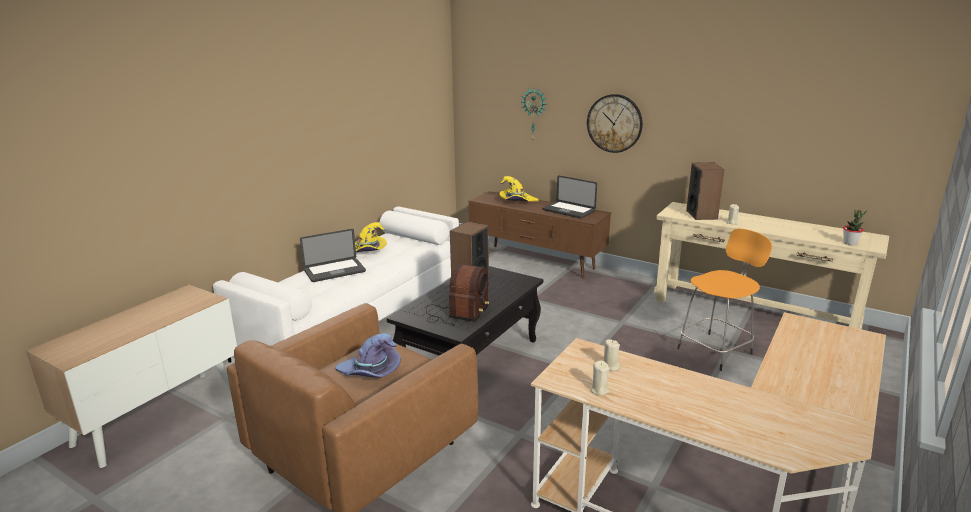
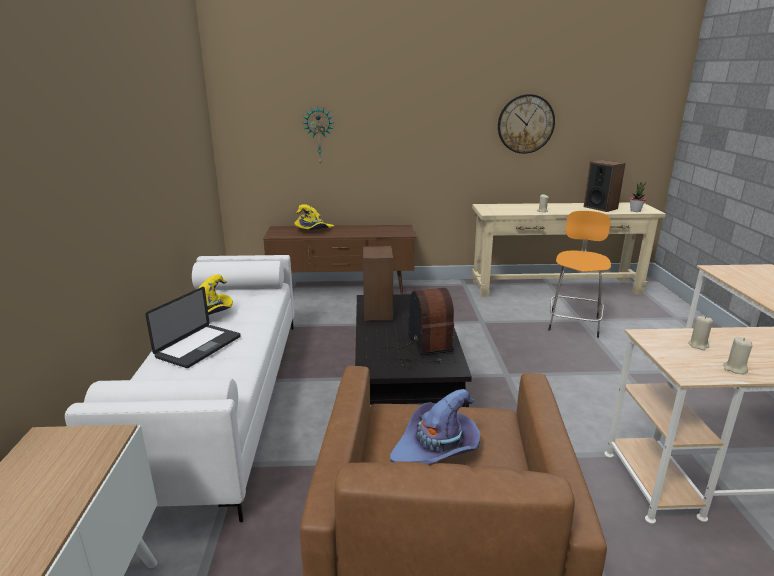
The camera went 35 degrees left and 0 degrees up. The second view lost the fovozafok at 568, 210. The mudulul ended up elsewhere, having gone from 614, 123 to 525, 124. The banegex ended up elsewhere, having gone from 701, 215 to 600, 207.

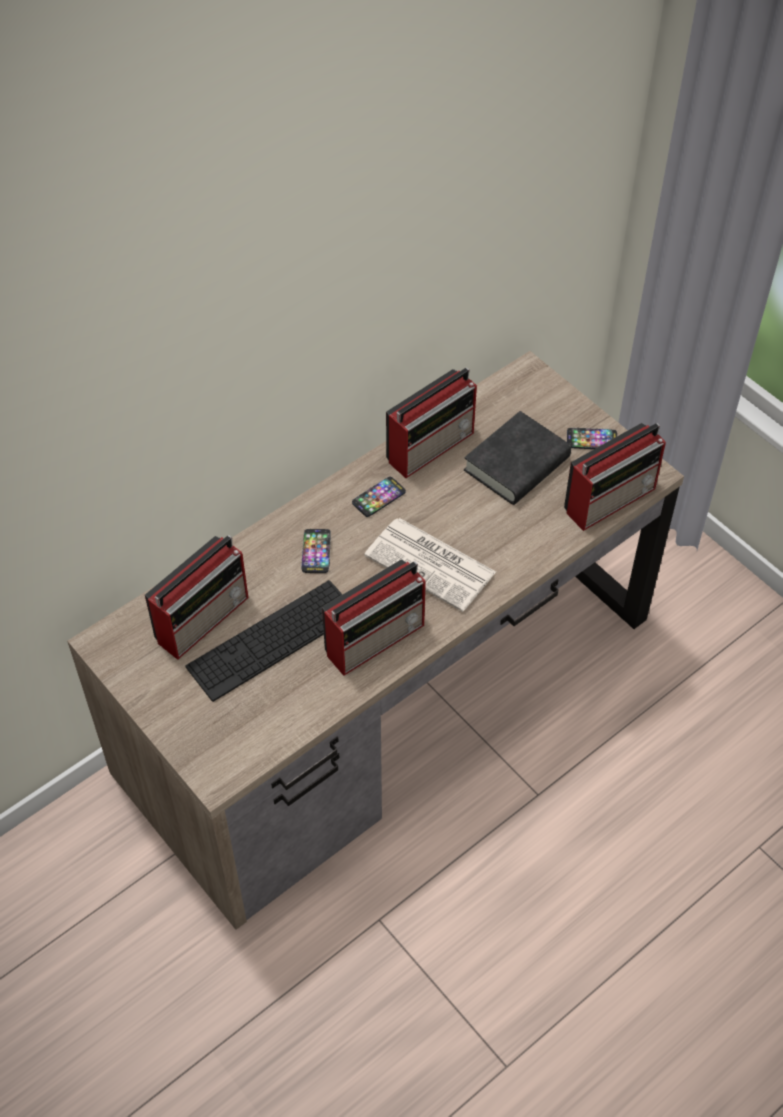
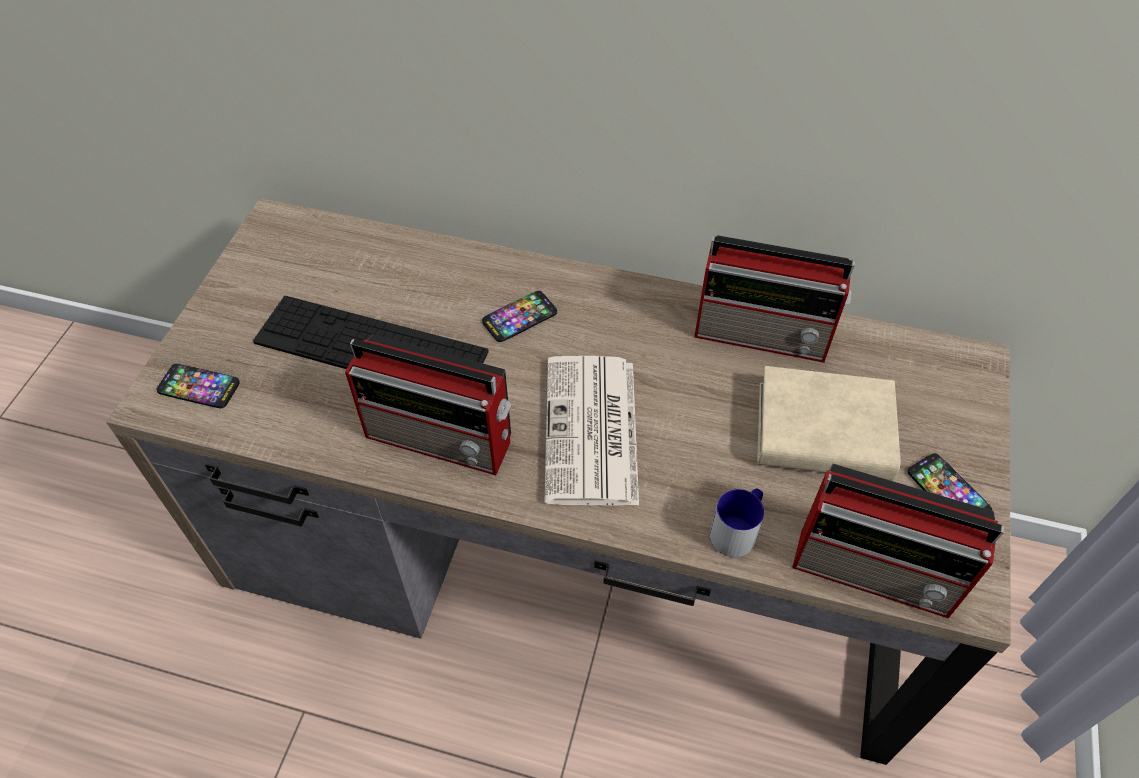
The camera went 55 degrees right and 0 degrees up. The second view lost the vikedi at 204, 617. The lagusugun ended up elsewhere, having gone from 378, 497 to 199, 387. What was the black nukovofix at 516, 464 turned into the beige nukovofix at 823, 432. The second view gained the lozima at 737, 530.

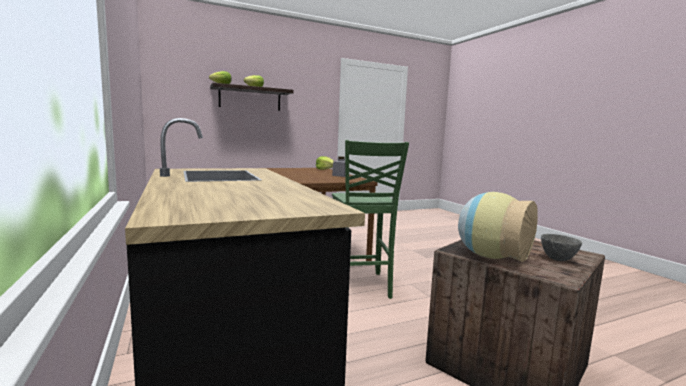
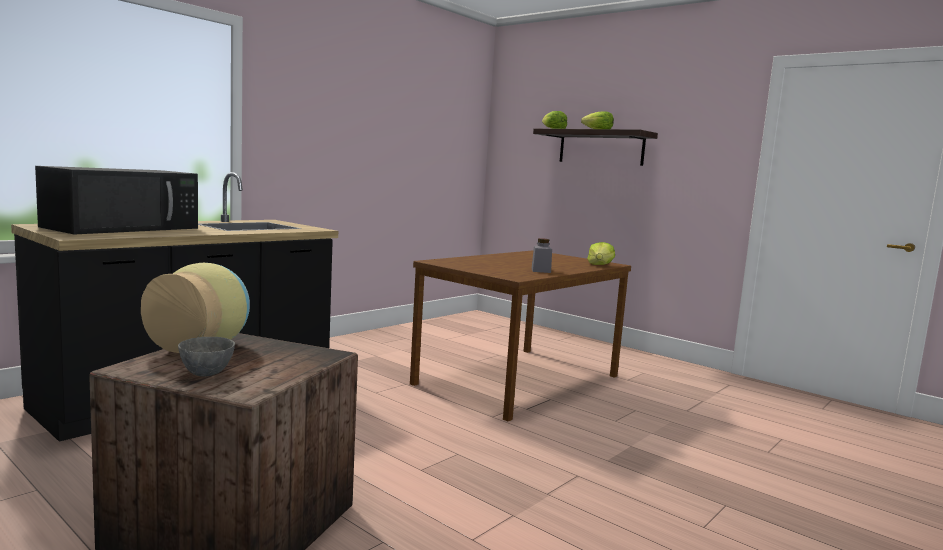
The camera went 65 degrees right and 0 degrees up. The second view lost the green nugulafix at 361, 286. The second view gained the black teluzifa at 124, 227.

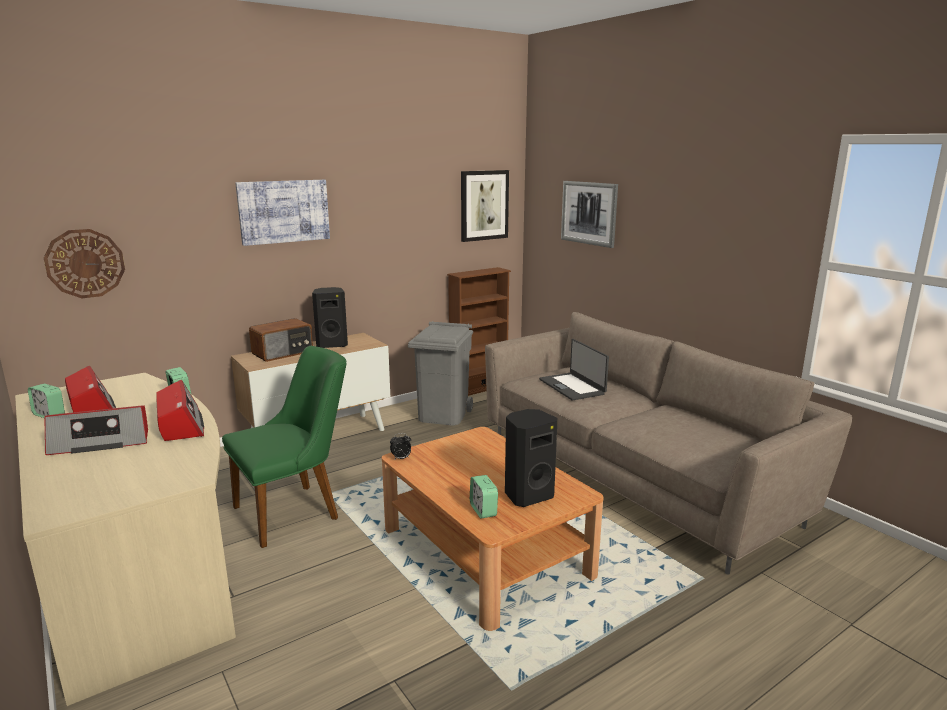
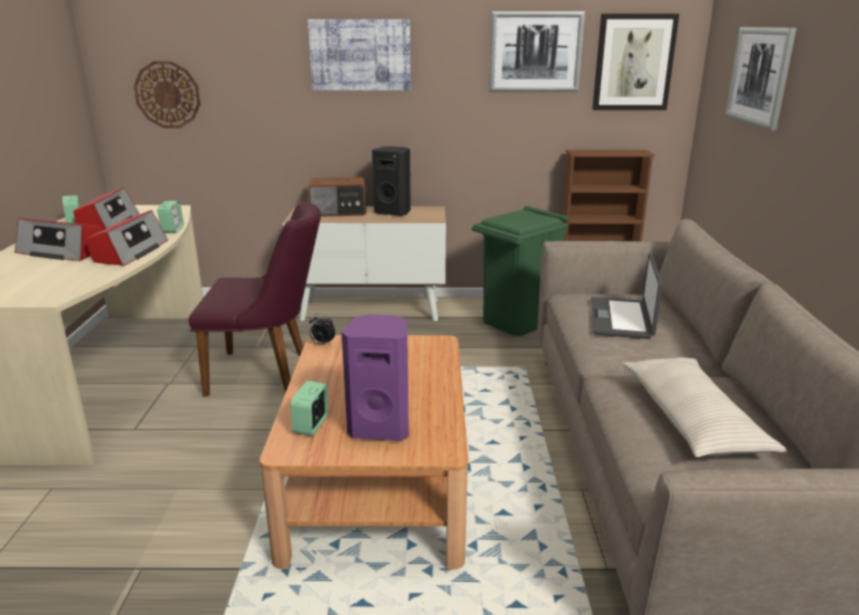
The camera went 35 degrees right and 5 degrees up. What was the green nugulafix at 296, 510 turned into the purple nugulafix at 268, 372. What was the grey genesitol at 443, 415 turned into the green genesitol at 516, 322. What was the black banegex at 527, 495 turned into the purple banegex at 381, 427. The second view gained the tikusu at 535, 52. The second view gained the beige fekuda at 691, 420.

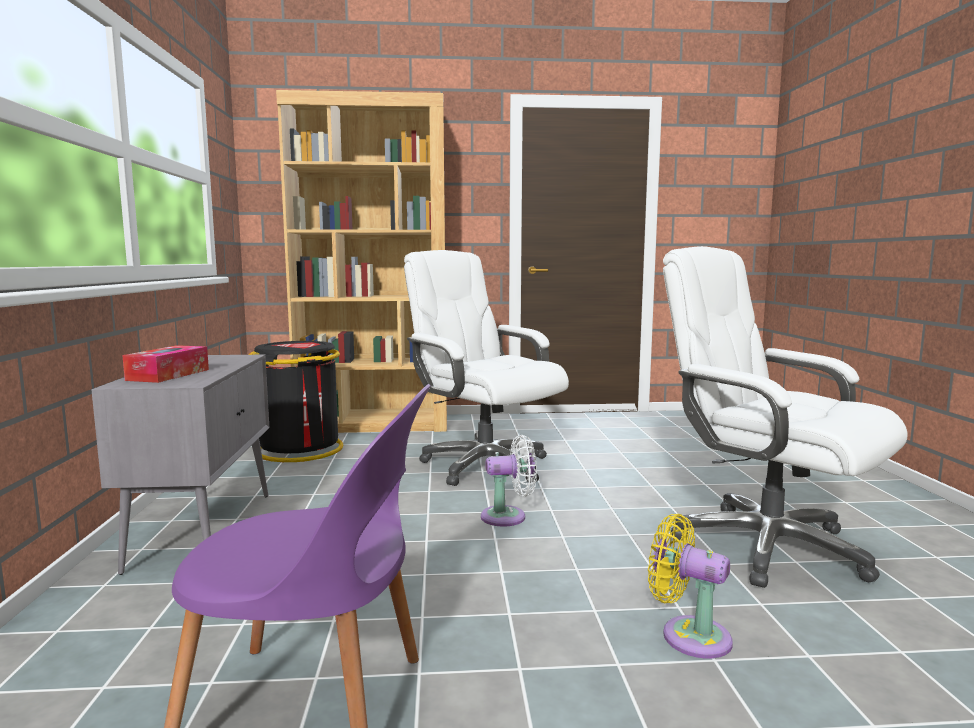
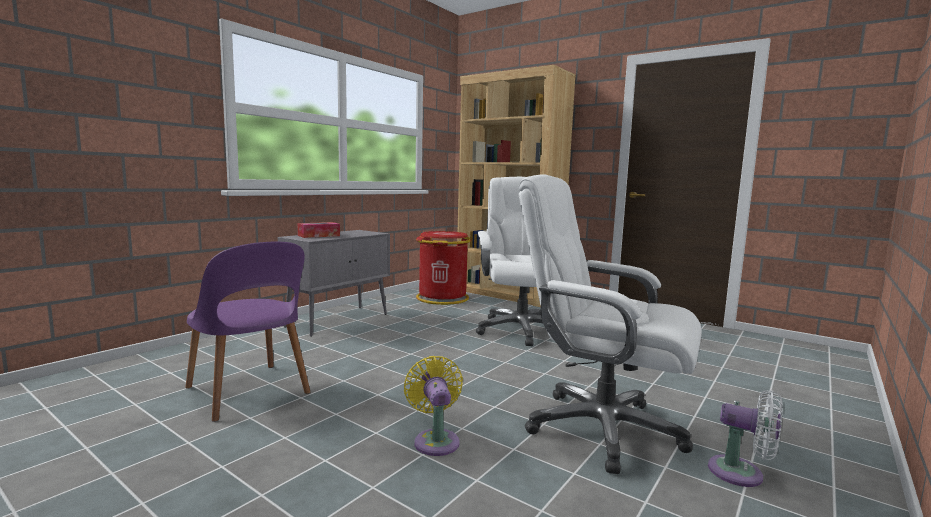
The camera went 40 degrees right and 0 degrees up. What was the black genesitol at 300, 449 turned into the red genesitol at 442, 298. The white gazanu ended up elsewhere, having gone from 508, 516 to 741, 473. The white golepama at 767, 546 ended up facing another way, 60 degrees counterclockwise from before.

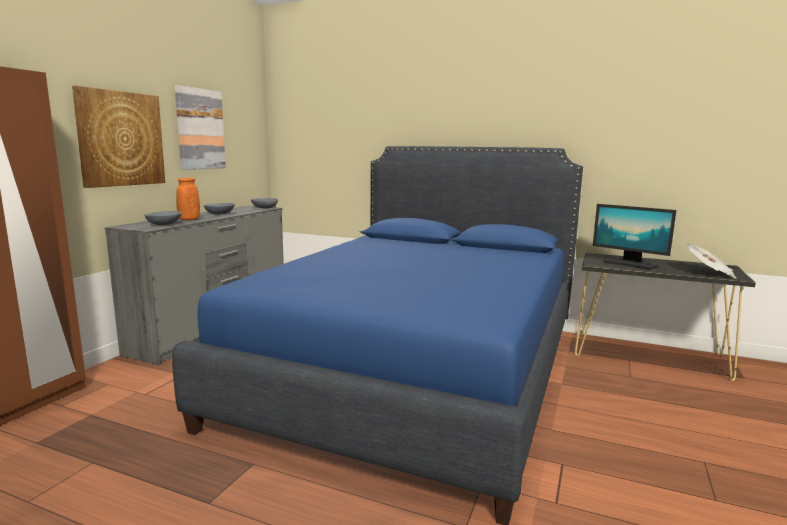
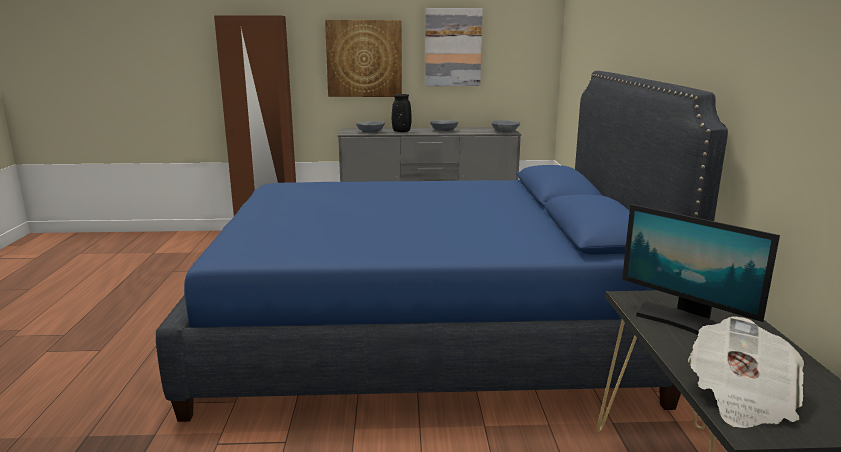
The camera went 65 degrees right and 5 degrees up. What was the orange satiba at 189, 219 turned into the black satiba at 401, 131. The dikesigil at 628, 264 ended up facing another way, 60 degrees counterclockwise from before.

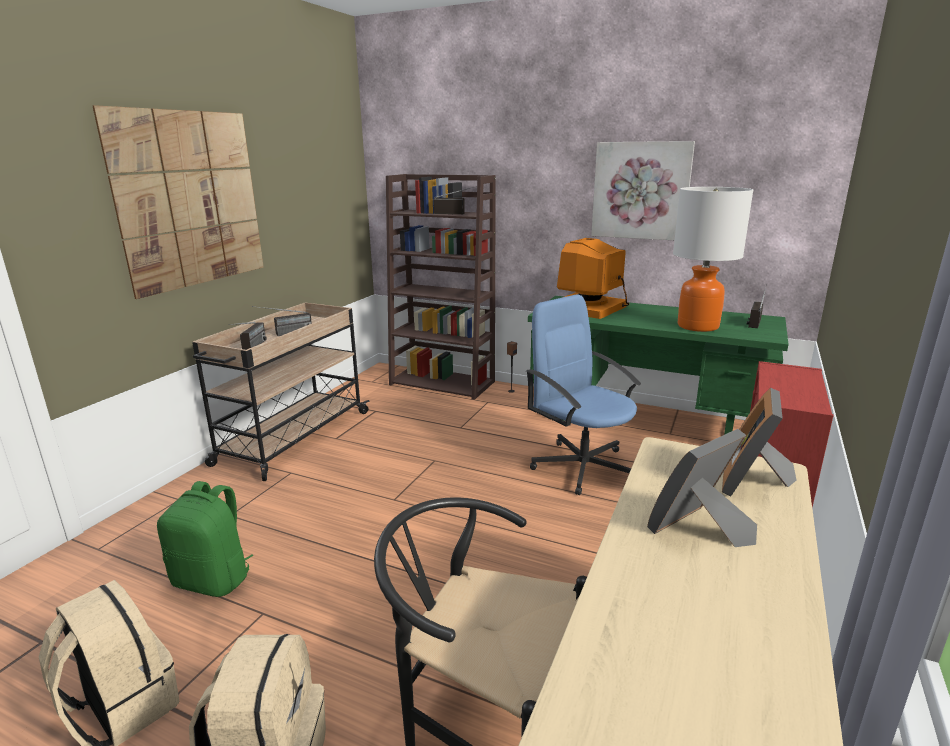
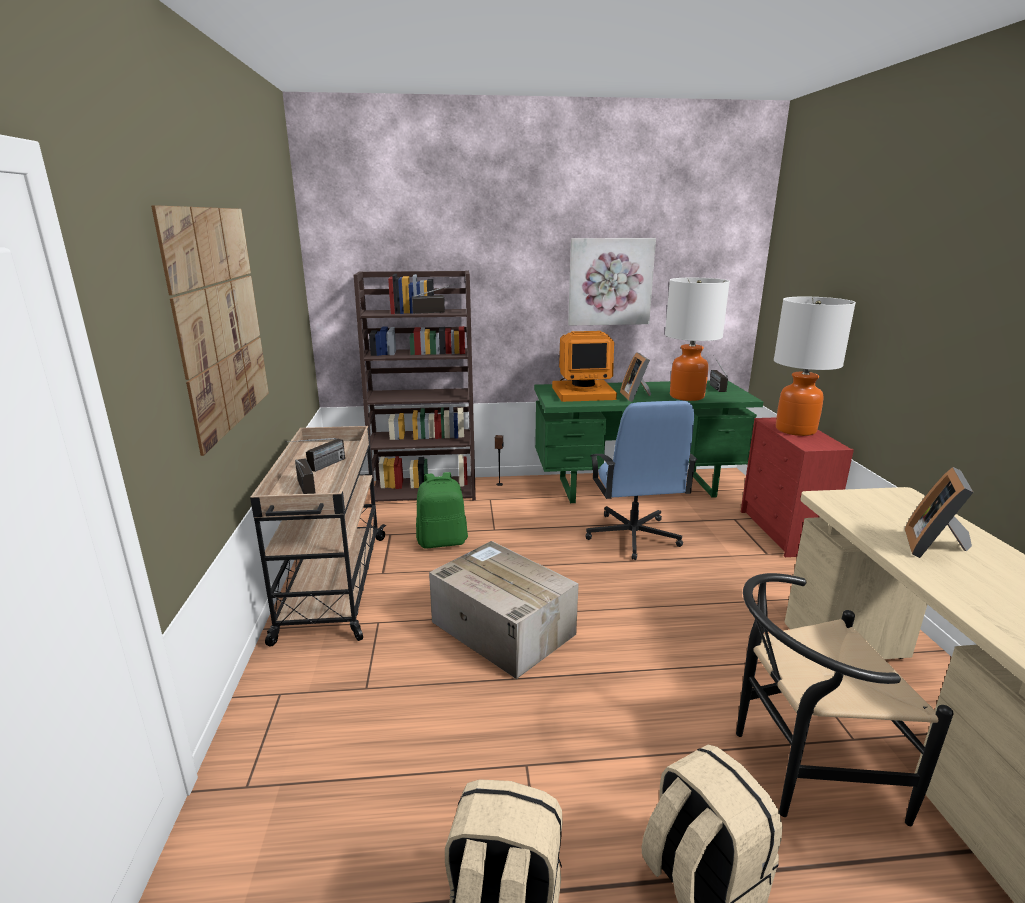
The camera went 30 degrees left and 0 degrees up. The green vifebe ended up elsewhere, having gone from 214, 580 to 442, 541. The blue golepama at 582, 466 ended up facing another way, 120 degrees counterclockwise from before. The dikesigil at 589, 308 ended up facing another way, 105 degrees counterclockwise from before. The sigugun ended up elsewhere, having gone from 753, 482 to 636, 396. The second view gained the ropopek at 501, 627. The second view gained the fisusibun at 795, 430.

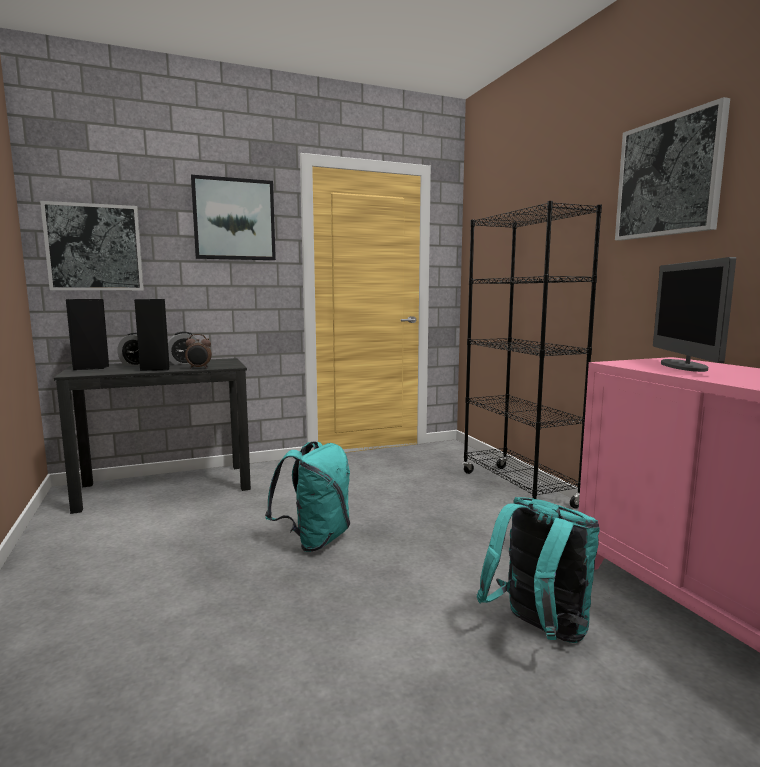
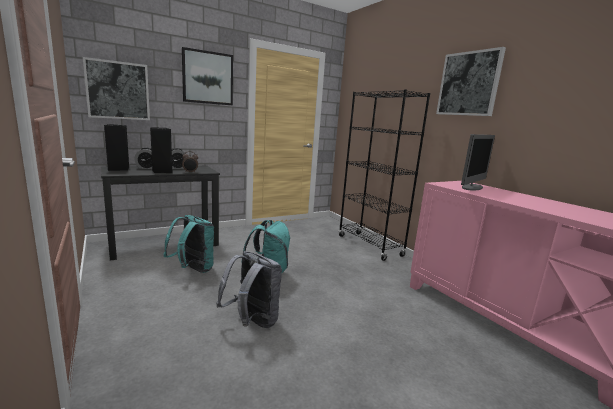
The camera went 10 degrees left and 5 degrees up. The turquoise vifebe ended up elsewhere, having gone from 538, 631 to 193, 270. The dikesigil at 683, 366 ended up facing another way, 135 degrees counterclockwise from before. The second view gained the grey vifebe at 252, 322.

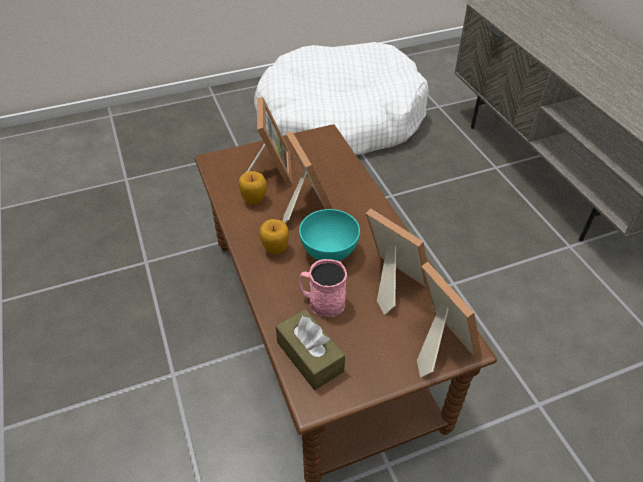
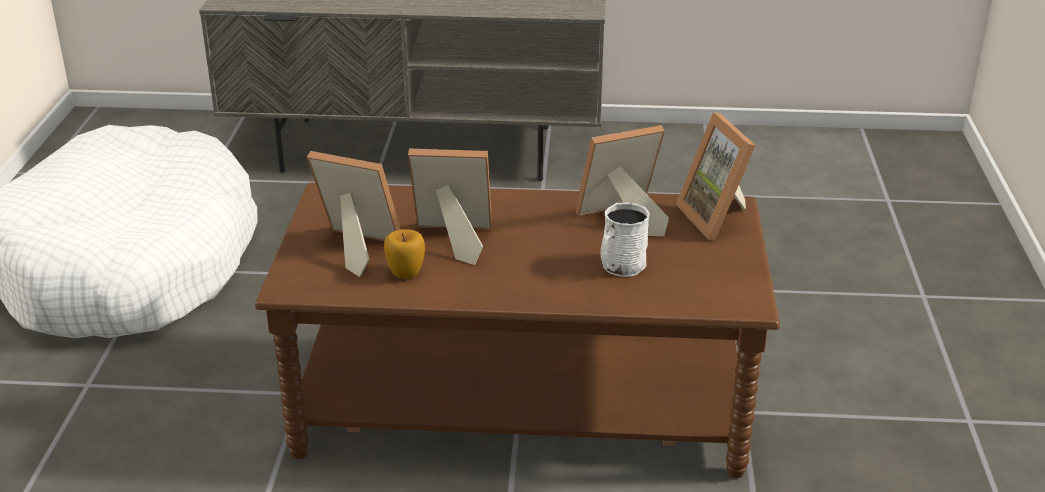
The camera went 65 degrees left and 15 degrees down. The second view lost the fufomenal at 275, 249. The second view lost the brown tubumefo at 310, 356. What was the pink lozima at 322, 302 turned into the white lozima at 620, 267. The second view lost the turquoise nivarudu at 329, 251. The sigugun at 437, 342 ended up facing another way, 105 degrees counterclockwise from before.

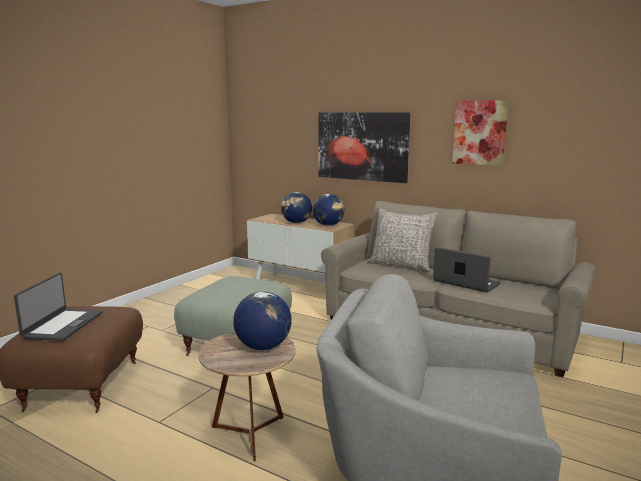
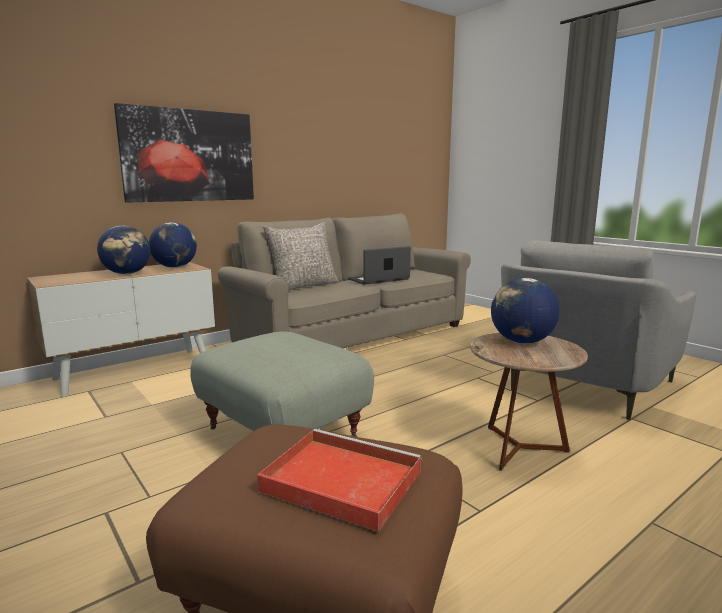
The camera went 70 degrees left and 0 degrees up. Where the fovozafok stood at 62, 325, the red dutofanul came to stand at 338, 480. The second view lost the tikusu at 480, 132.

